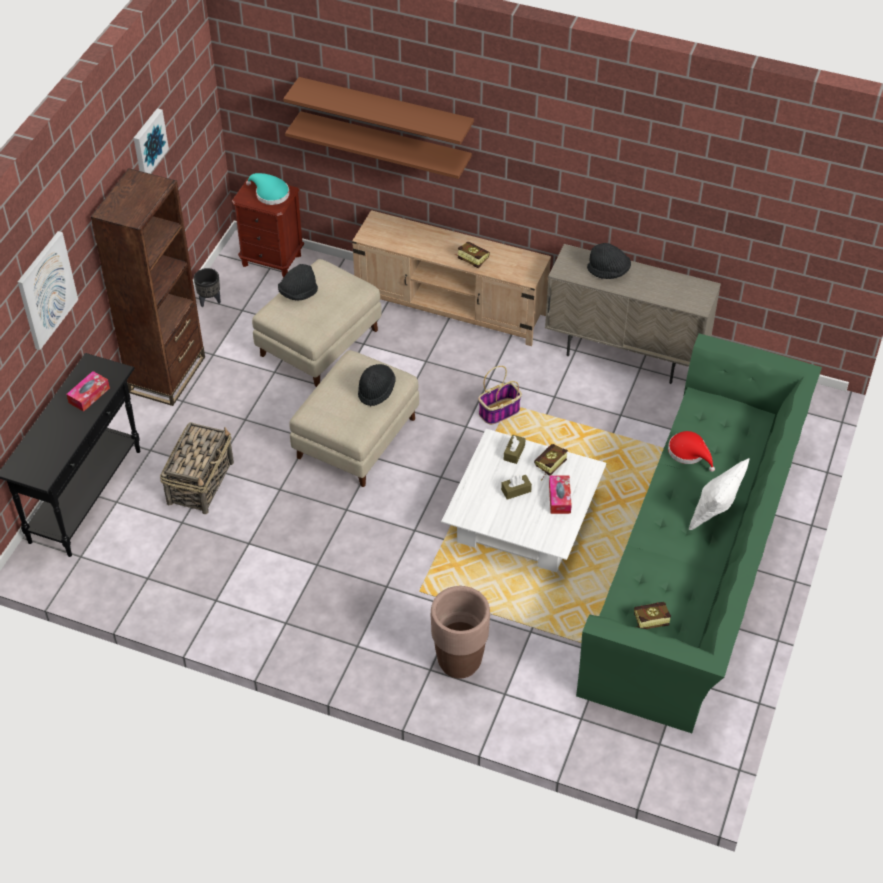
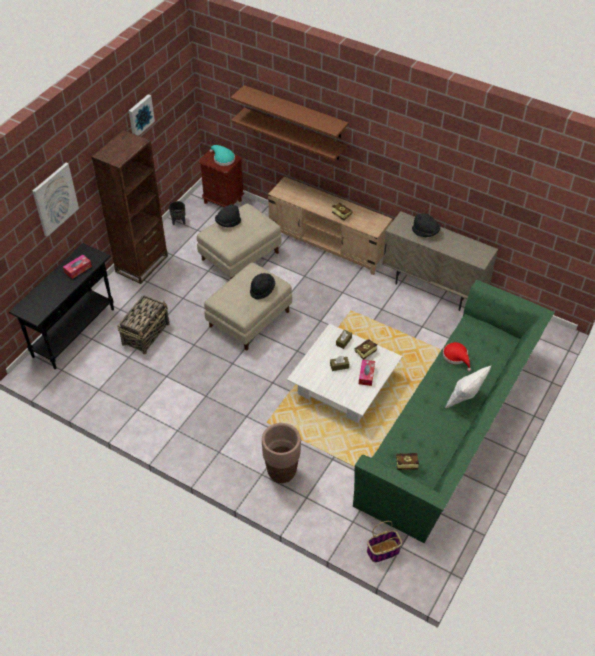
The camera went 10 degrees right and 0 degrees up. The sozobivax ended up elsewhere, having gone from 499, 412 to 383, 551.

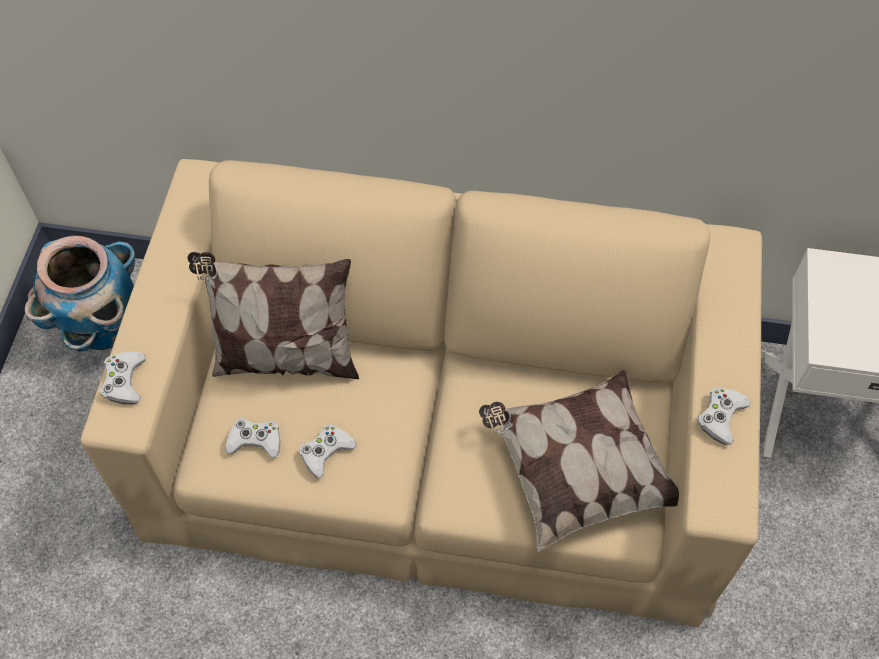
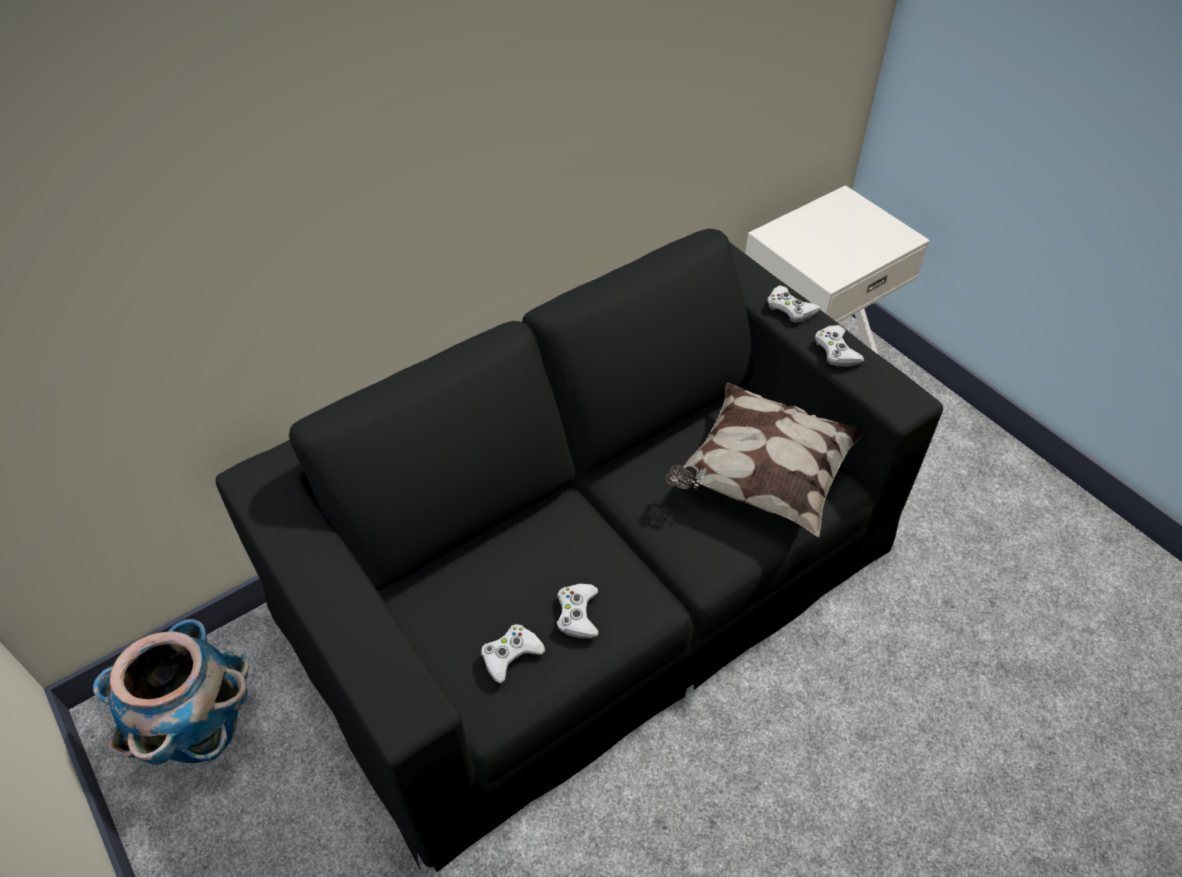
The camera went 45 degrees left and 10 degrees down. What was the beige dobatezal at 440, 436 turned into the black dobatezal at 590, 576. The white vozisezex ended up elsewhere, having gone from 124, 381 to 790, 308. The second view lost the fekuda at 285, 357.

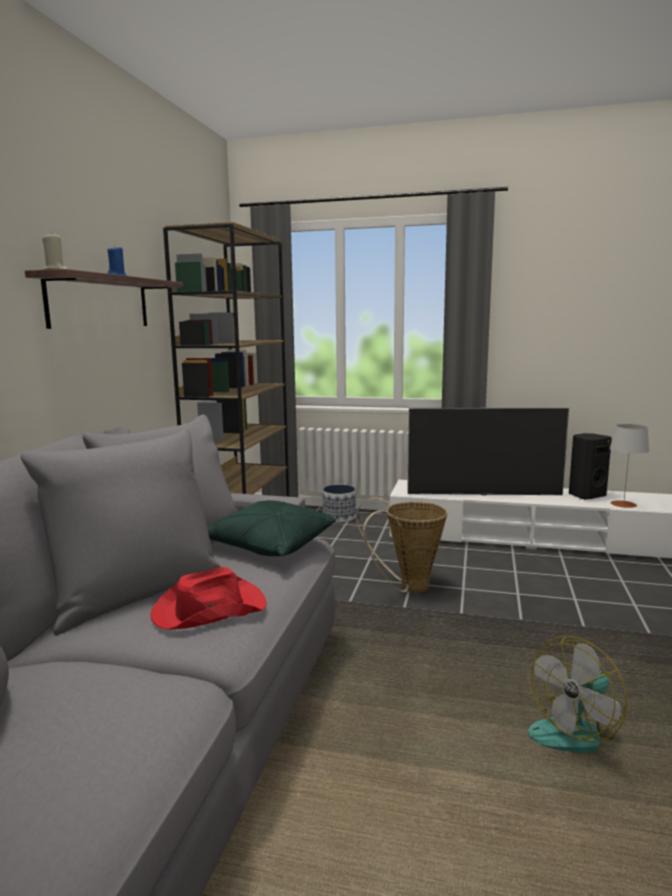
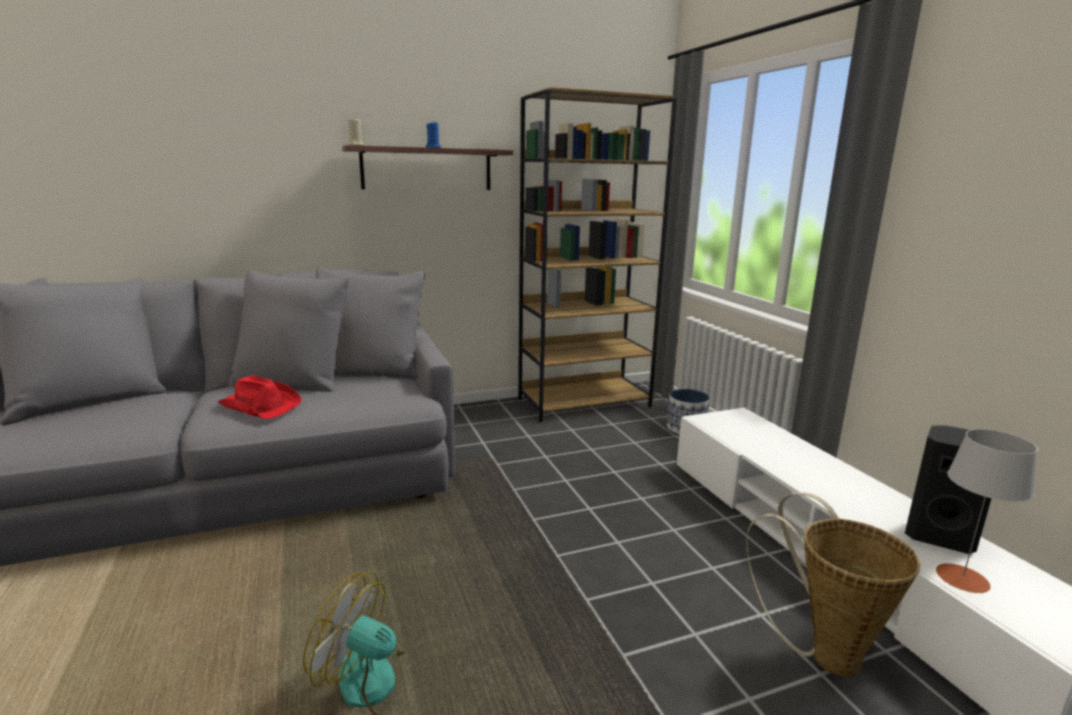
The camera went 55 degrees right and 5 degrees up. The second view lost the green fekuda at 269, 545. The sozobivax ended up elsewhere, having gone from 407, 587 to 823, 653. The second view lost the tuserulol at 483, 494.

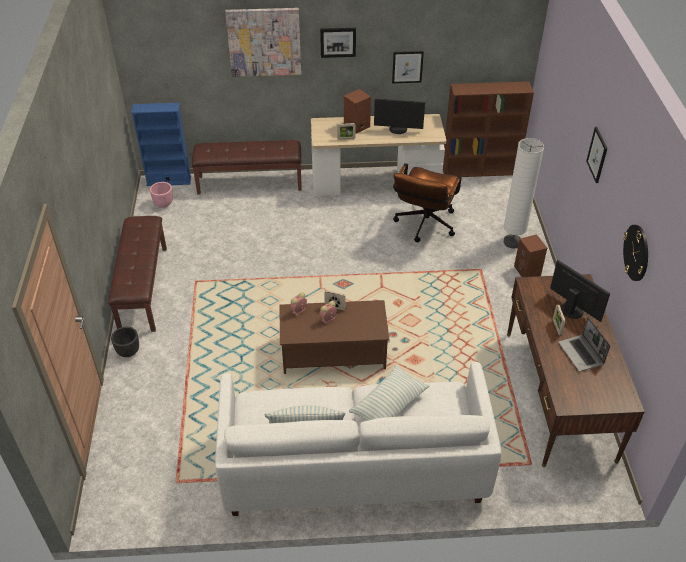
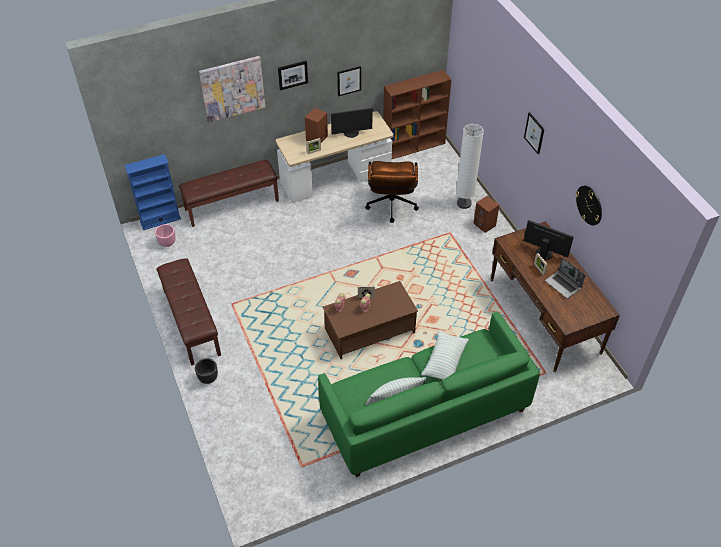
The camera went 20 degrees left and 5 degrees up. What was the white dobatezal at 354, 464 turned into the green dobatezal at 424, 412.

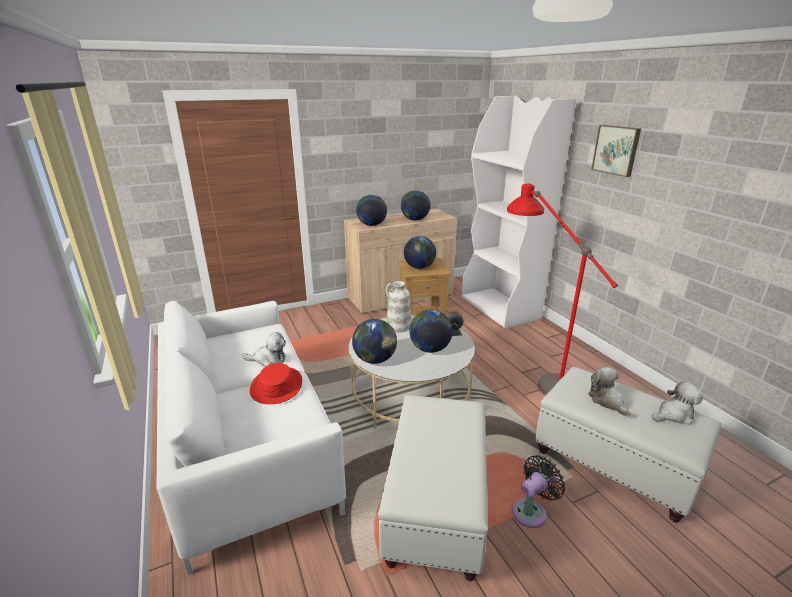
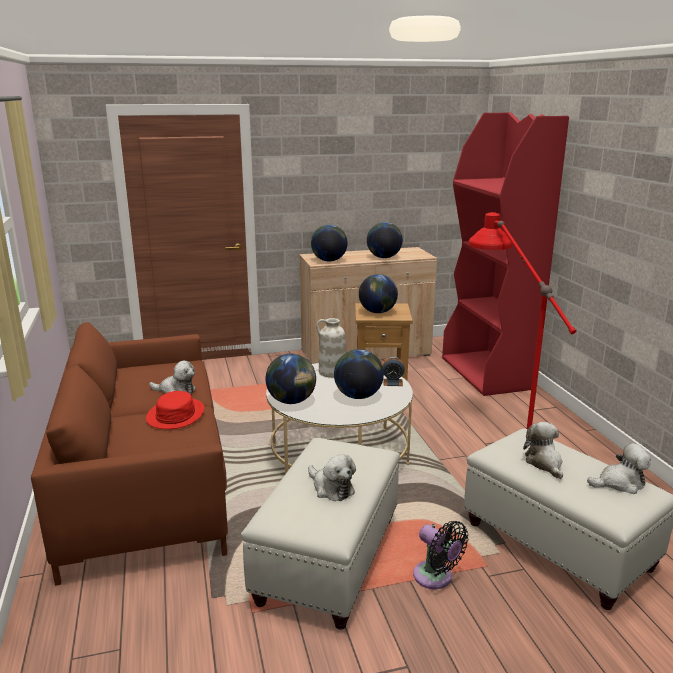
The camera went 10 degrees right and 5 degrees down. What was the white dobatezal at 248, 443 turned into the brown dobatezal at 146, 481. What was the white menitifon at 500, 308 turned into the red menitifon at 487, 373. The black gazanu at 531, 511 ended up facing another way, 75 degrees clockwise from before. The second view lost the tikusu at 616, 150. The second view gained the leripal at 331, 488.

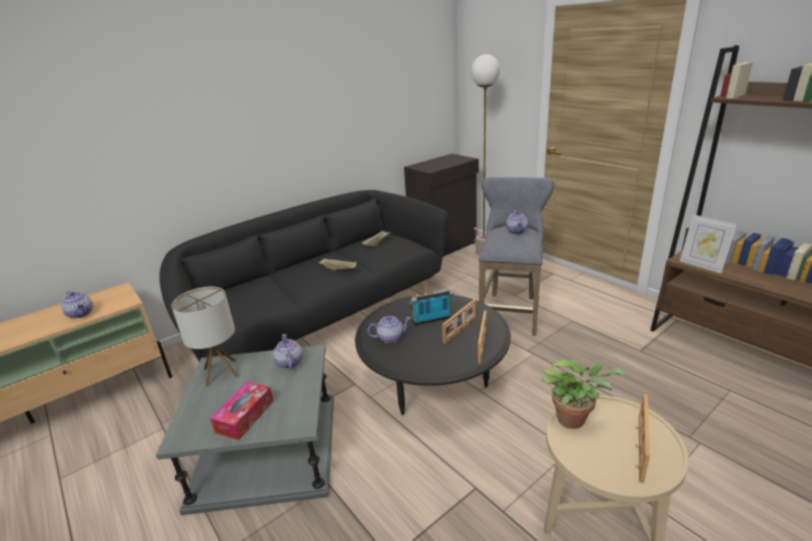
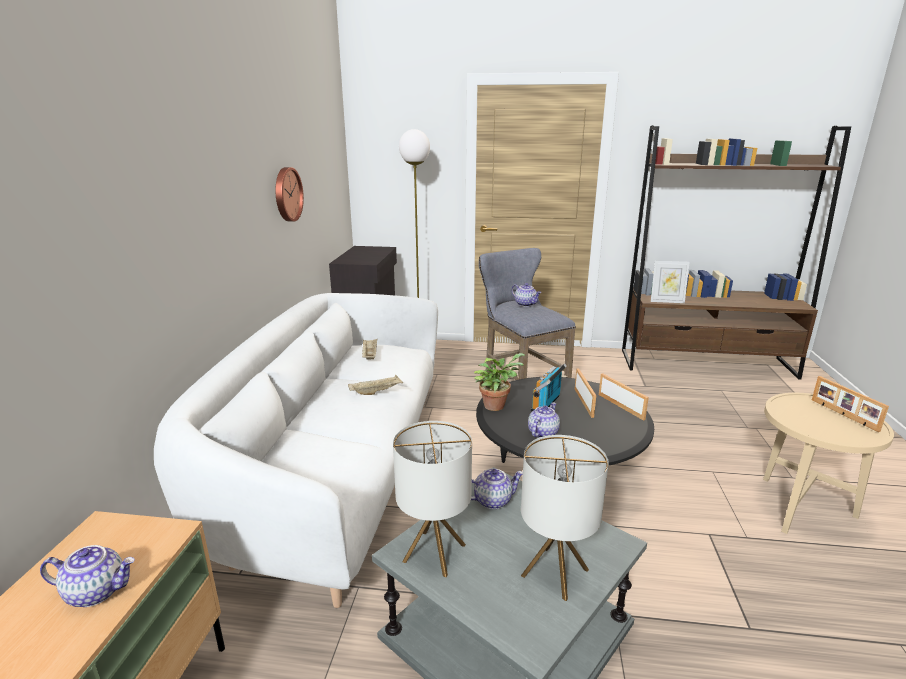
The camera went 45 degrees left and 5 degrees down. What was the black dobatezal at 319, 317 turned into the white dobatezal at 338, 472. Where the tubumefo stood at 245, 416, the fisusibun came to stand at 554, 572. The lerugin at 289, 362 ended up facing another way, 135 degrees clockwise from before. The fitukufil ended up elsewhere, having gone from 574, 418 to 496, 405. The second view gained the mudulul at 286, 194.

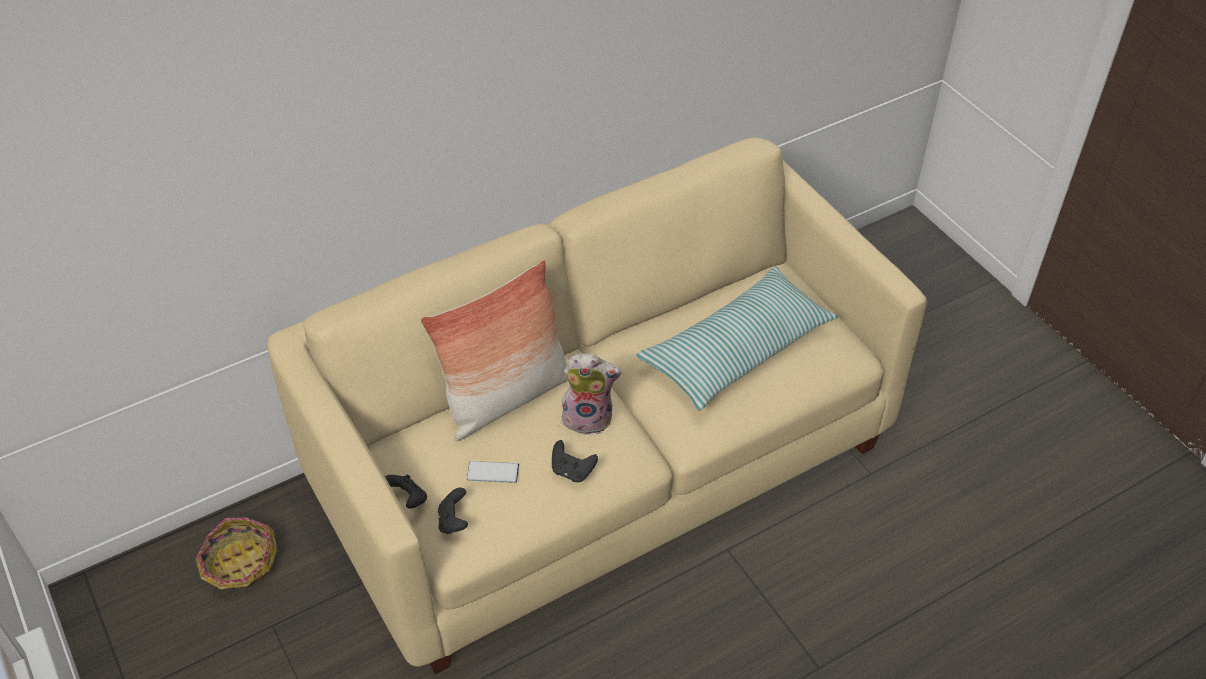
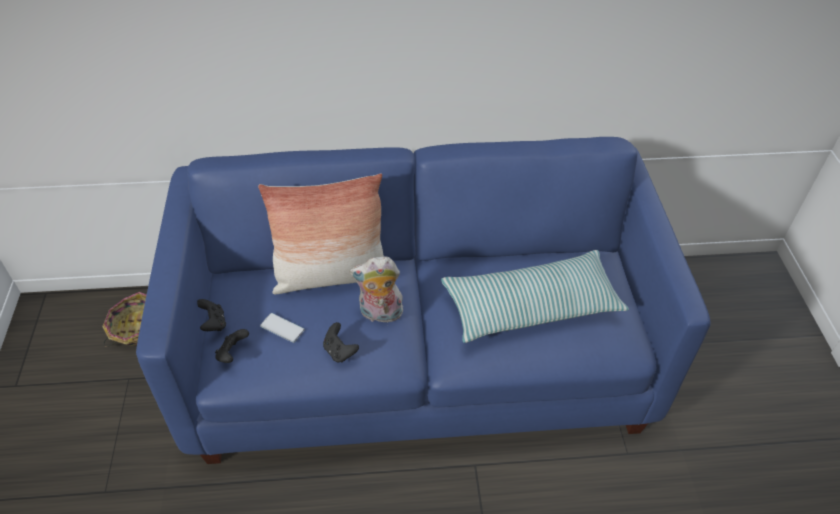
The camera went 25 degrees right and 0 degrees up. What was the beige dobatezal at 604, 464 turned into the blue dobatezal at 419, 358. The leripal at 589, 417 ended up facing another way, 150 degrees clockwise from before.

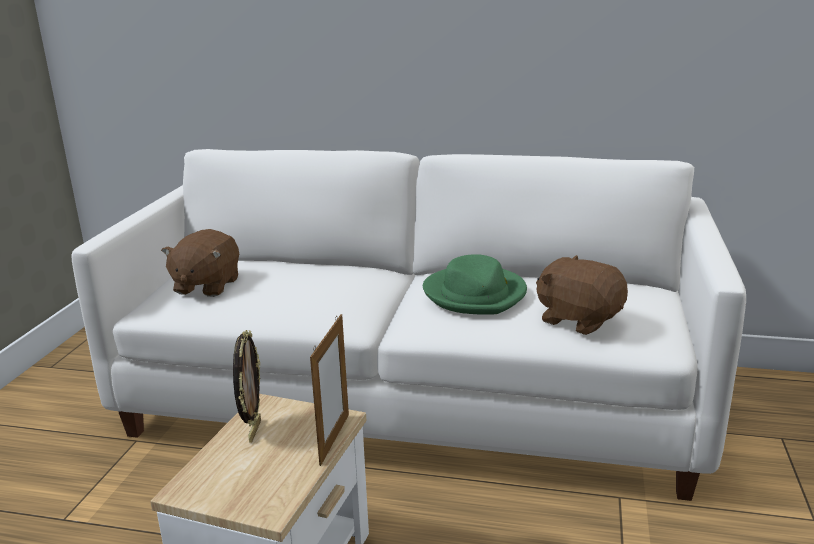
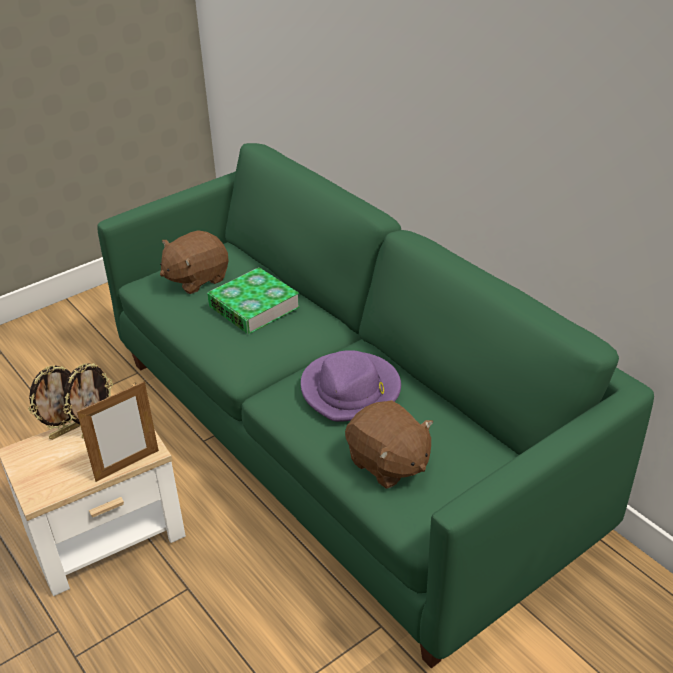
The camera went 40 degrees right and 15 degrees up. What was the white dobatezal at 411, 400 turned into the green dobatezal at 341, 442. What was the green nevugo at 475, 294 turned into the purple nevugo at 351, 390. The brown leripal at 579, 319 ended up facing another way, 150 degrees clockwise from before. The second view gained the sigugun at 65, 431. The second view gained the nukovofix at 254, 307.

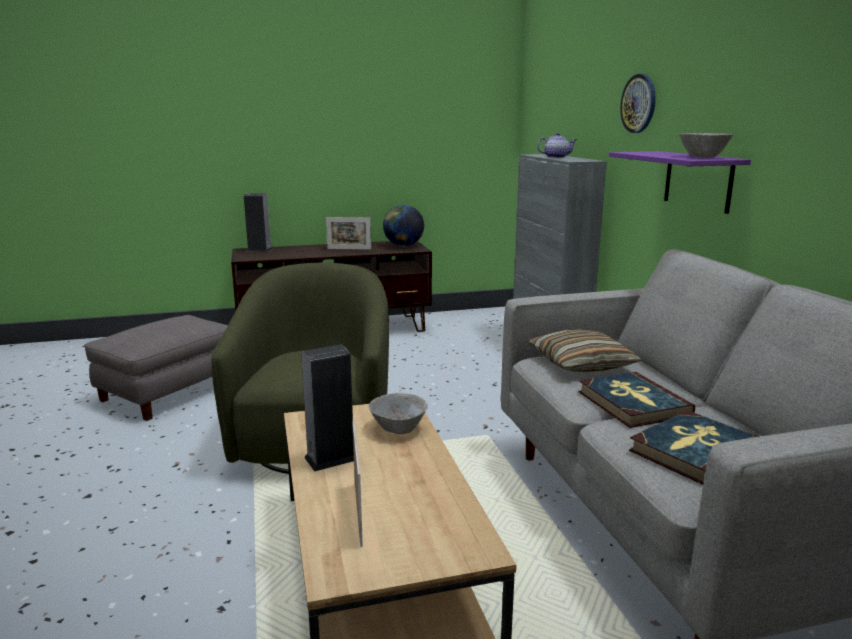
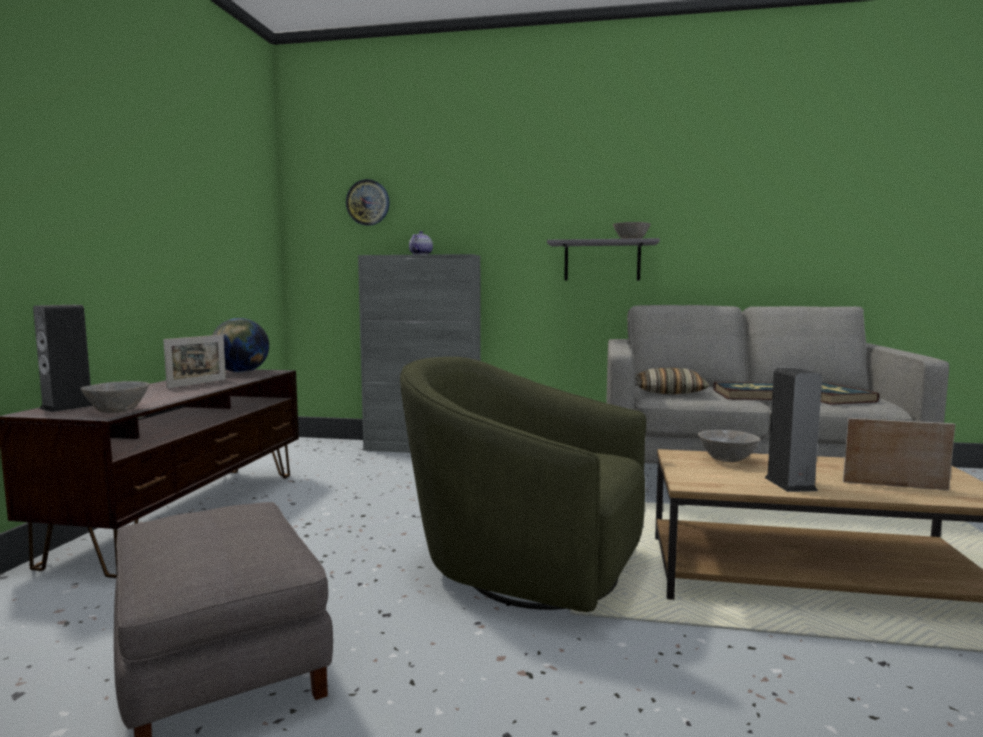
The camera went 65 degrees left and 10 degrees down. What was the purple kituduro at 698, 181 turned into the grey kituduro at 602, 261. The mudulul ended up elsewhere, having gone from 639, 103 to 368, 202. The second view gained the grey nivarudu at 117, 411.

